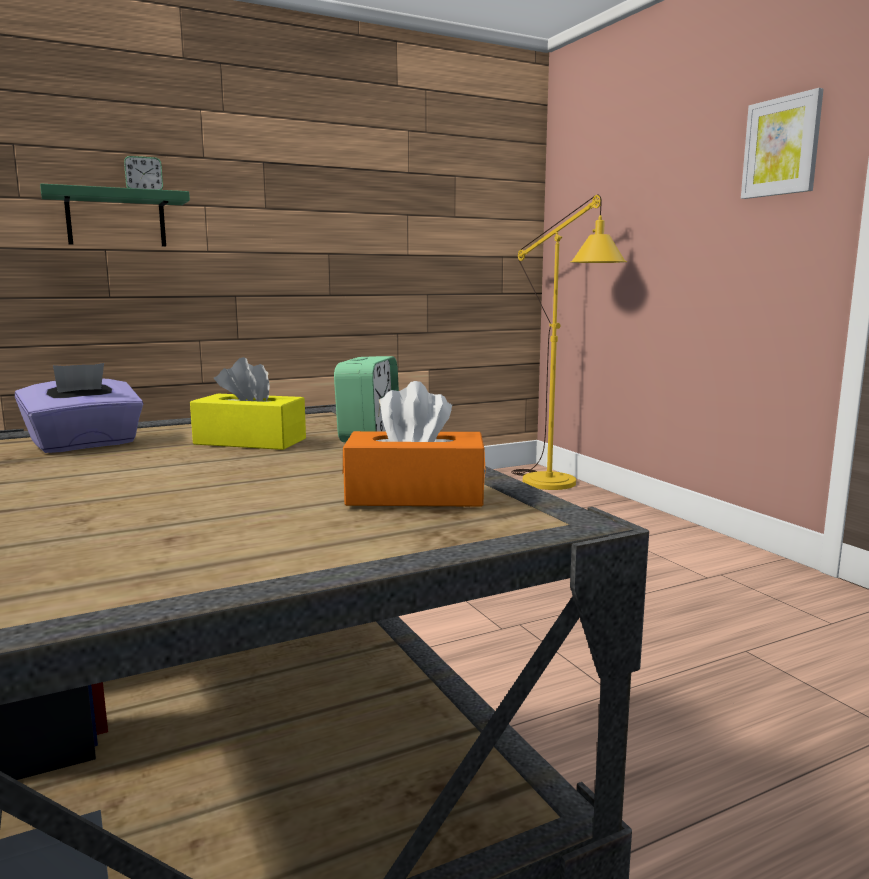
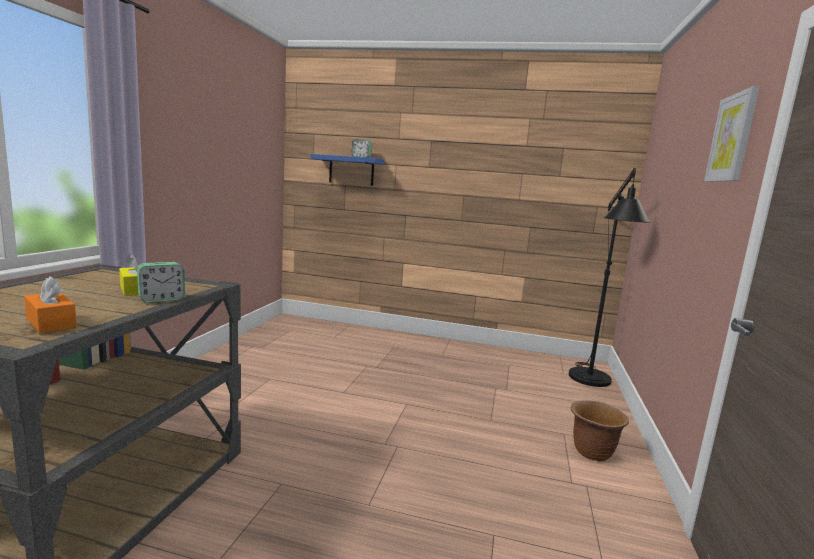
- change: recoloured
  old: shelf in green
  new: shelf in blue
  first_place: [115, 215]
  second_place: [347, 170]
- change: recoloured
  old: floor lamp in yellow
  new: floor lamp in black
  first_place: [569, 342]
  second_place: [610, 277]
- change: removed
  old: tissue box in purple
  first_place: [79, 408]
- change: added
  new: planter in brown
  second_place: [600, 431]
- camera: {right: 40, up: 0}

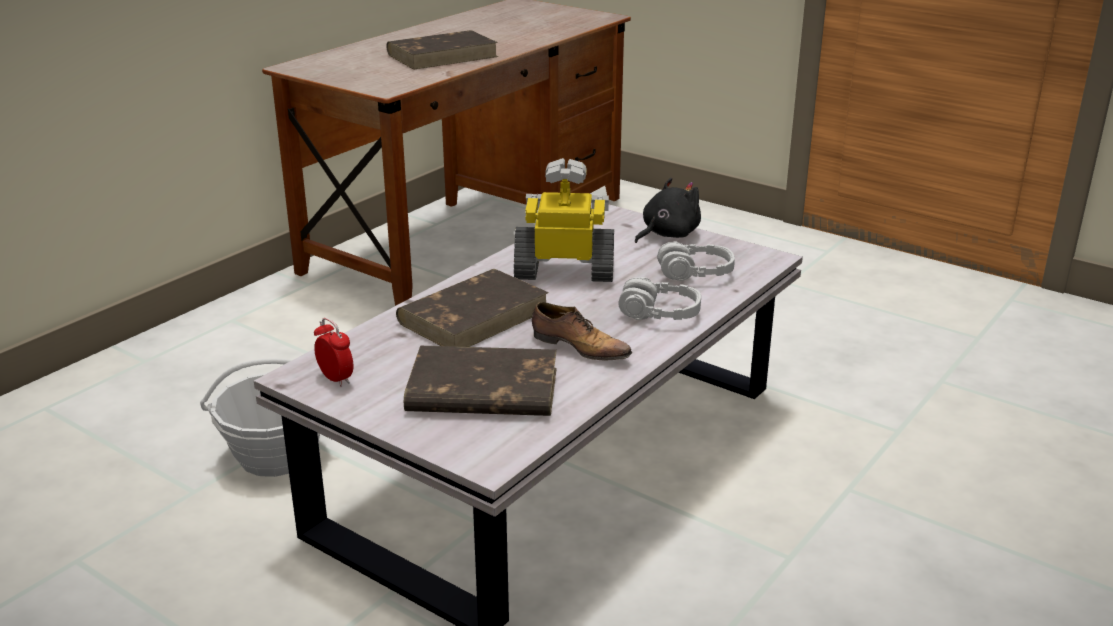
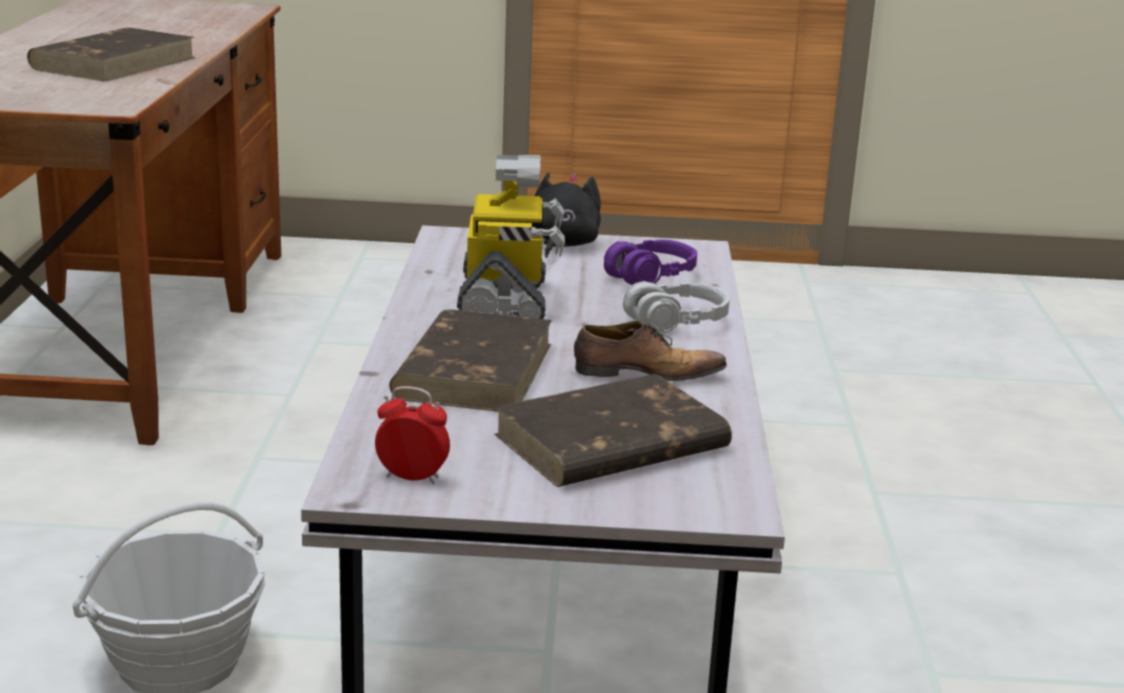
- change: turned
  old: toy robot
  first_place: [564, 220]
  second_place: [511, 237]
  degrees: 120
- change: recoloured
  old: headphones in grey
  new: headphones in purple
  first_place: [696, 261]
  second_place: [650, 262]
- camera: {right: -35, up: -5}

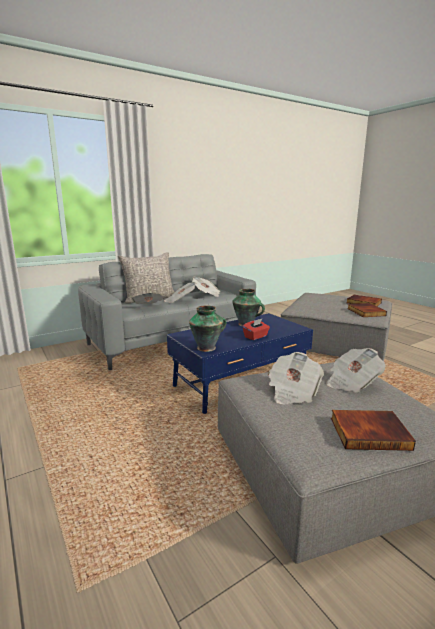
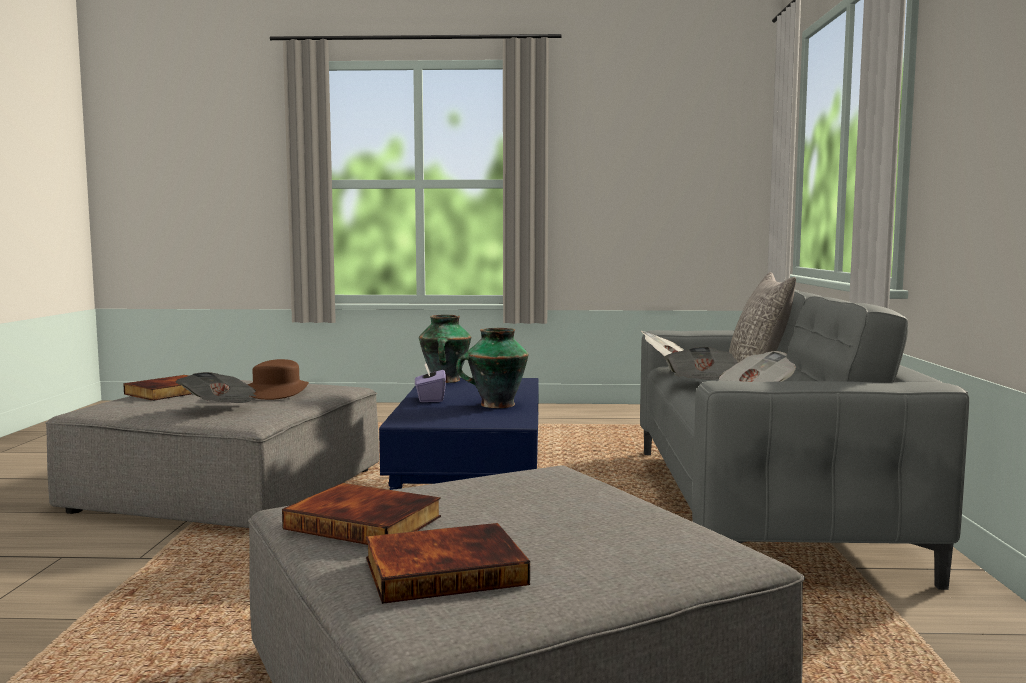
- change: recoloured
  old: tissue box in red
  new: tissue box in purple
  first_place: [256, 329]
  second_place: [430, 382]
- change: replaced
  old: newspaper
  new: hat in brown
  first_place: [296, 378]
  second_place: [278, 379]
- camera: {right: 125, up: -10}

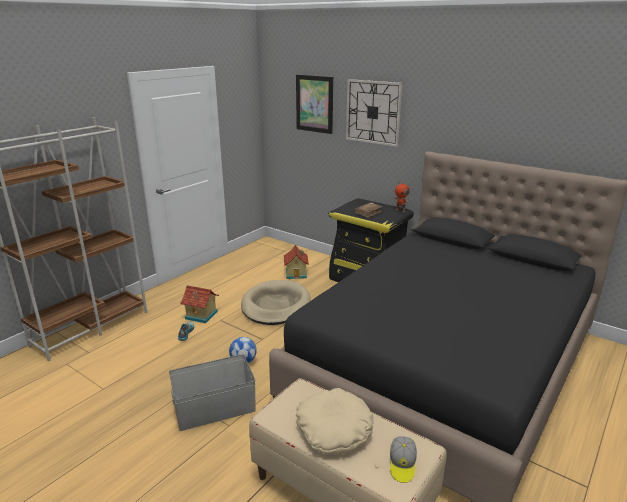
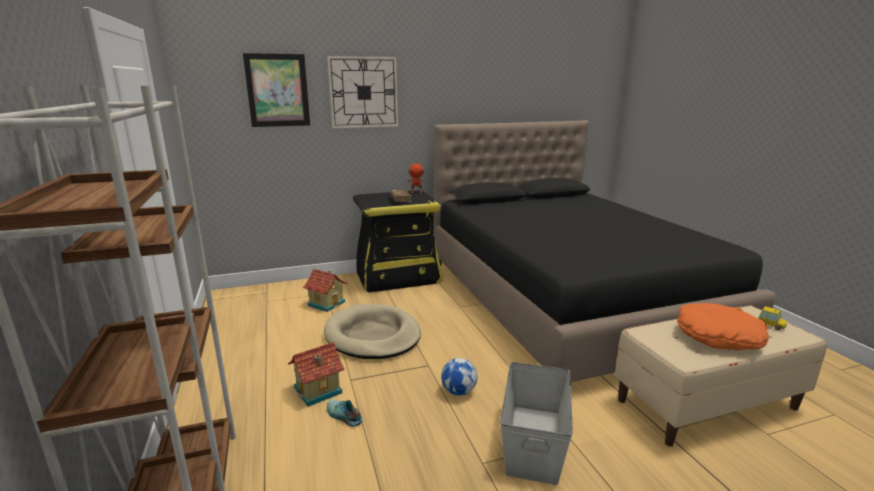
- change: recoloured
  old: pillow in beige
  new: pillow in orange
  first_place: [335, 421]
  second_place: [723, 326]
- change: replaced
  old: cap
  new: toy car
  first_place: [403, 459]
  second_place: [773, 318]
- camera: {right: -55, up: -5}

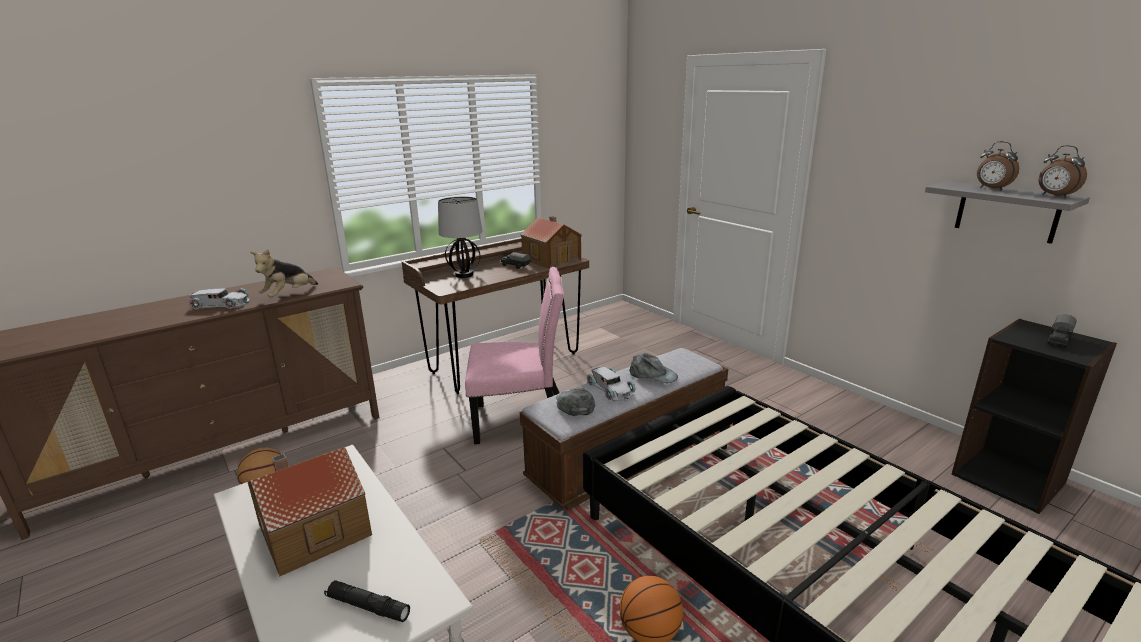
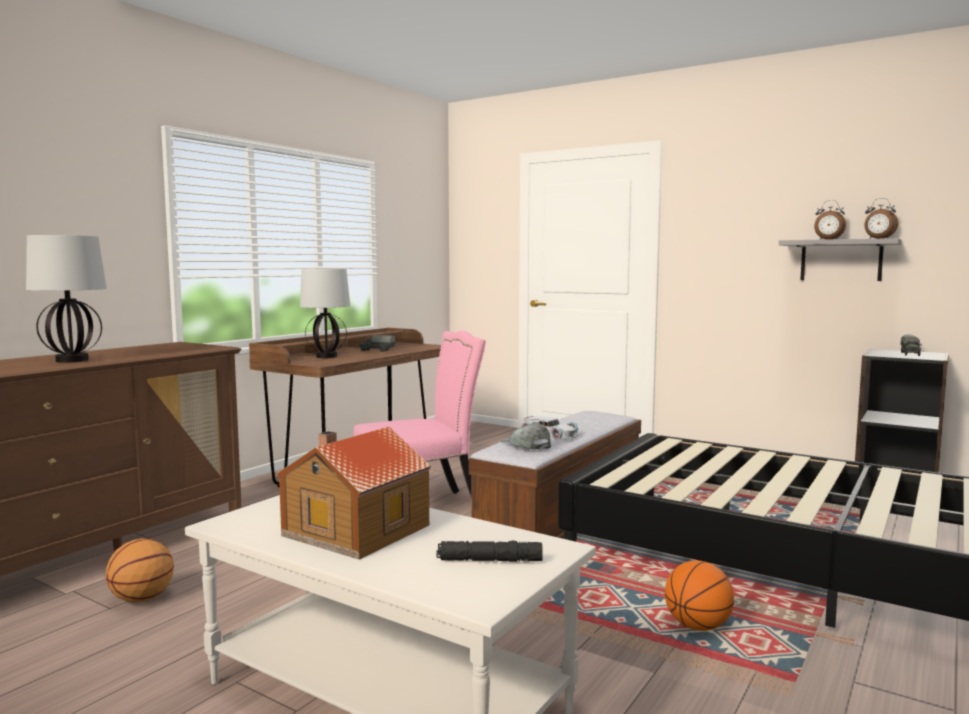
- change: removed
  old: toy house
  first_place: [551, 242]
- change: removed
  old: plush toy
  first_place: [284, 273]
- change: replaced
  old: toy car in white
  new: table lamp
  first_place: [219, 299]
  second_place: [66, 299]
- change: removed
  old: cap in grey
  first_place: [653, 368]
- camera: {right: -20, up: -15}

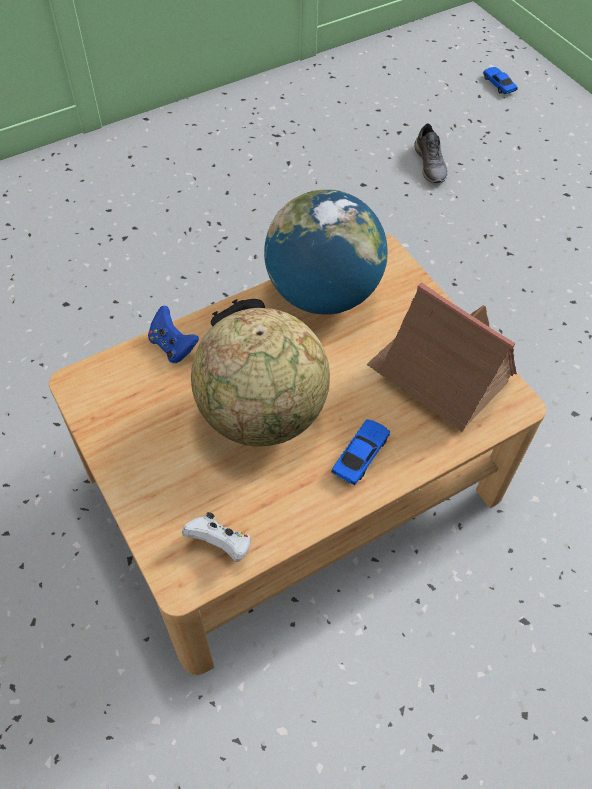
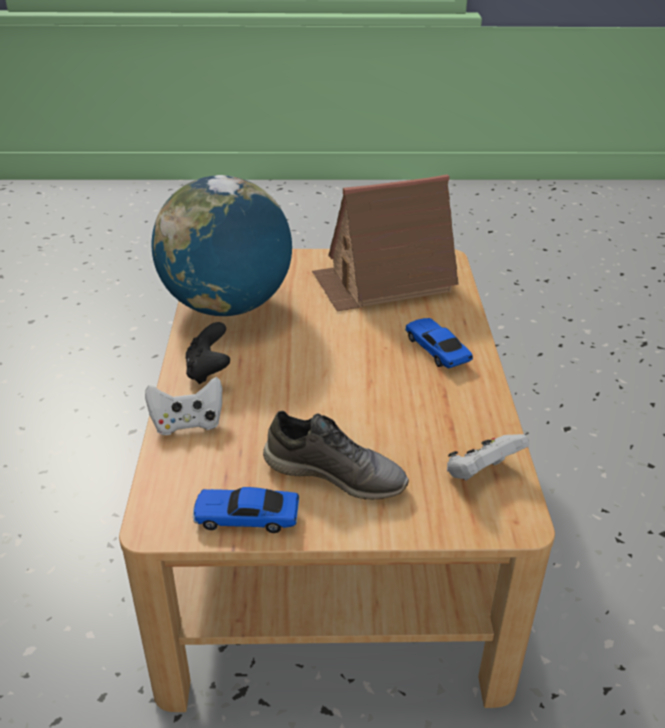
- change: moved
  old: toy car
  first_place: [500, 80]
  second_place: [246, 510]
- change: moved
  old: shoe in grey
  first_place: [430, 153]
  second_place: [336, 455]
- change: recoloured
  old: game controller in blue
  new: game controller in white
  first_place: [173, 334]
  second_place: [183, 406]
- change: removed
  old: globe
  first_place: [260, 377]
- camera: {right: -60, up: -20}

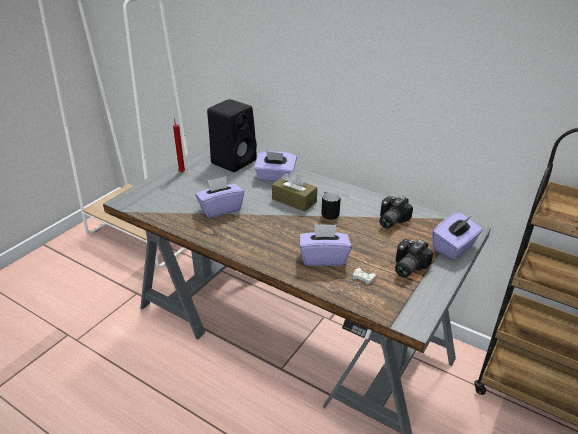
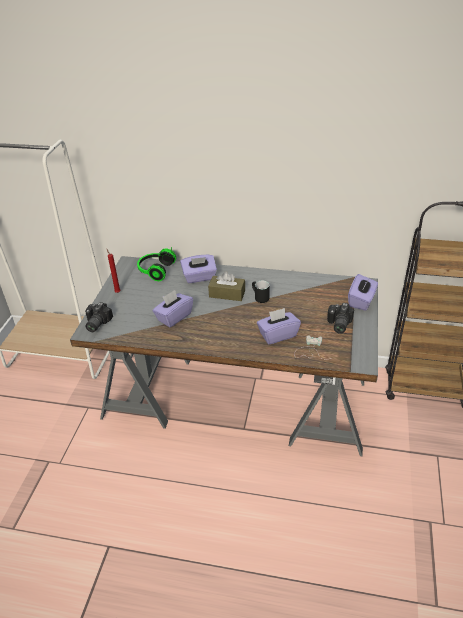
- change: replaced
  old: speaker in black
  new: headphones
  first_place: [232, 135]
  second_place: [156, 264]
- change: moved
  old: photo camera
  first_place: [396, 212]
  second_place: [99, 317]
- camera: {right: -20, up: 5}

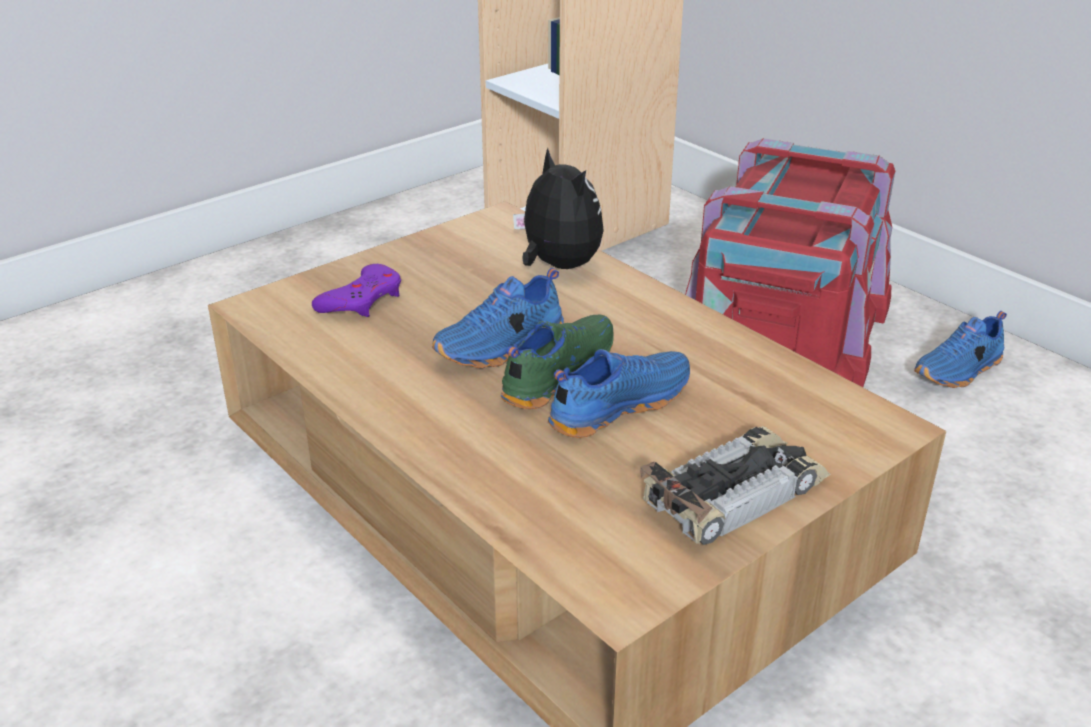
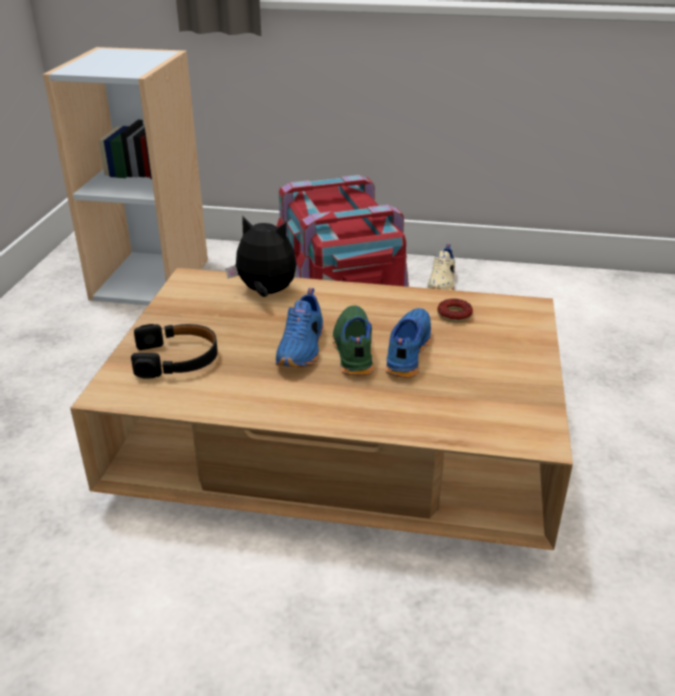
- change: replaced
  old: game controller in purple
  new: headphones in black
  first_place: [356, 290]
  second_place: [174, 351]
- change: recoloured
  old: shoe in blue
  new: shoe in beige
  first_place: [960, 349]
  second_place: [441, 267]
- change: removed
  old: toy car
  first_place: [735, 485]
- change: added
  new: donut
  second_place: [455, 311]
- camera: {right: -40, up: 0}

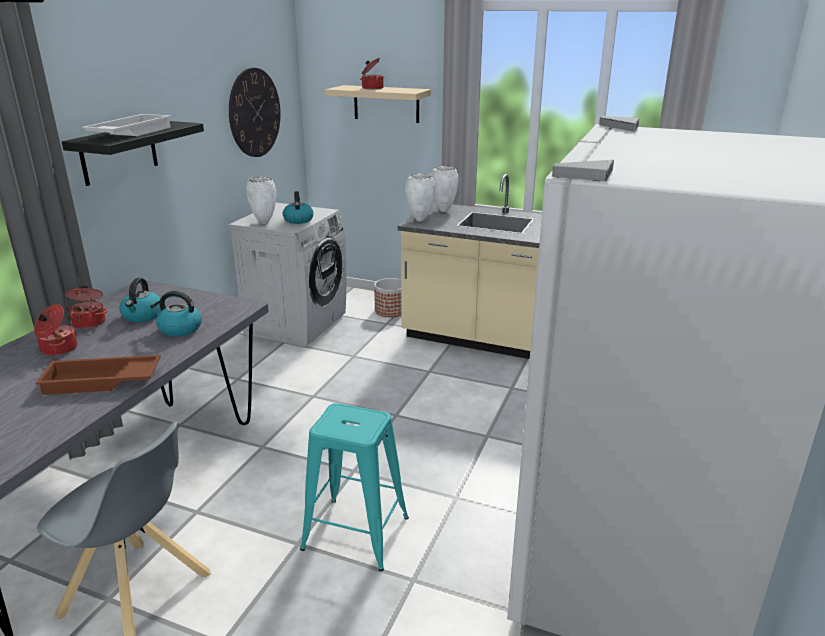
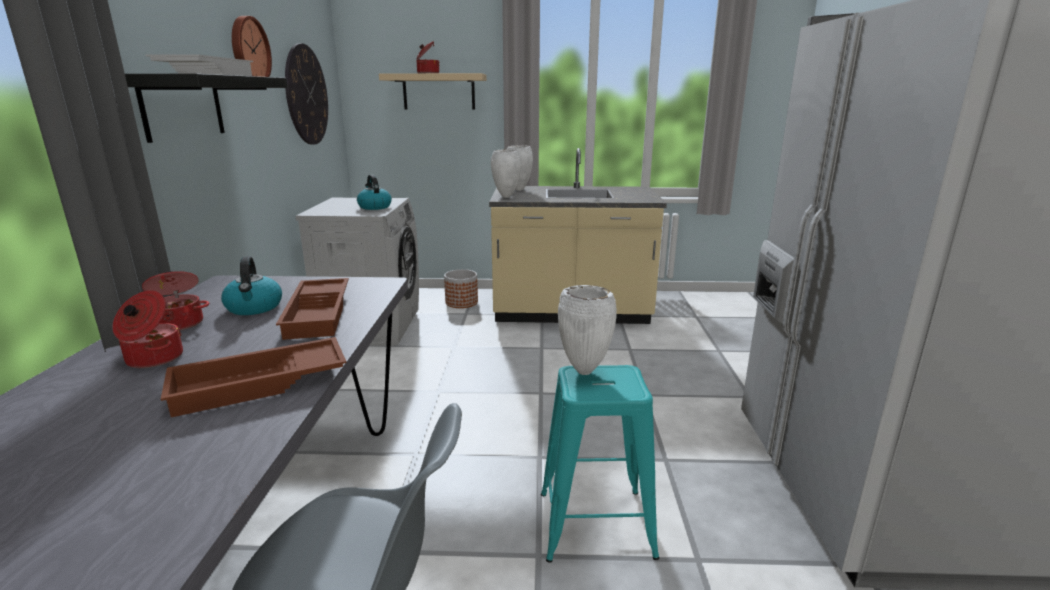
- change: moved
  old: vase in white
  first_place: [261, 200]
  second_place: [587, 330]
- change: replaced
  old: kettle
  new: tray in brown
  first_place: [176, 314]
  second_place: [312, 309]
- change: added
  new: wall clock
  second_place: [252, 46]
- camera: {right: -20, up: -5}

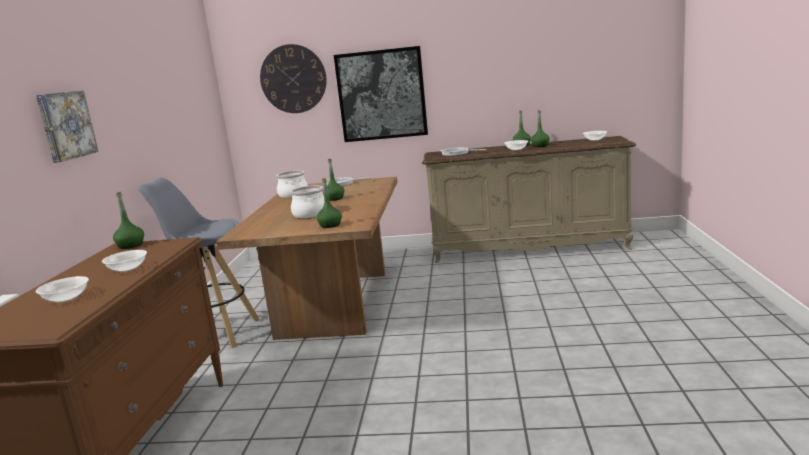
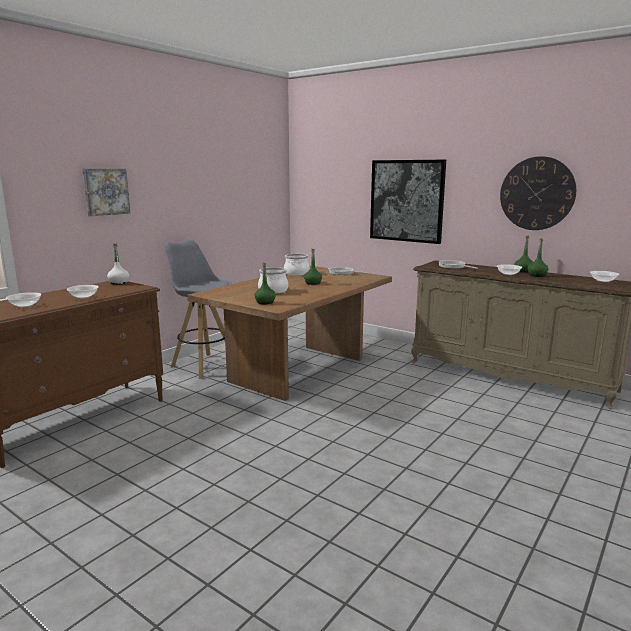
- change: moved
  old: wall clock
  first_place: [293, 78]
  second_place: [538, 193]
- change: recoloured
  old: bottle in green
  new: bottle in white
  first_place: [128, 220]
  second_place: [118, 264]
- camera: {right: 30, up: 0}

